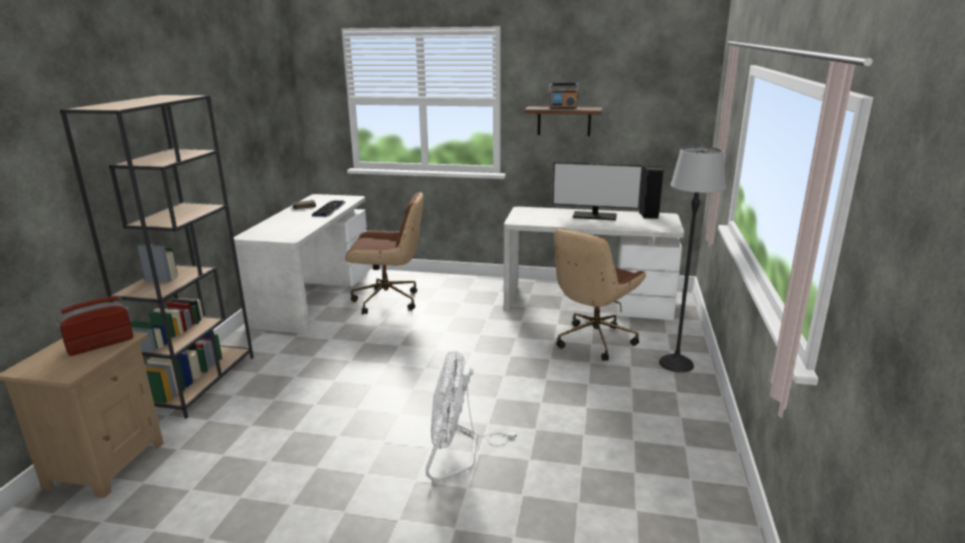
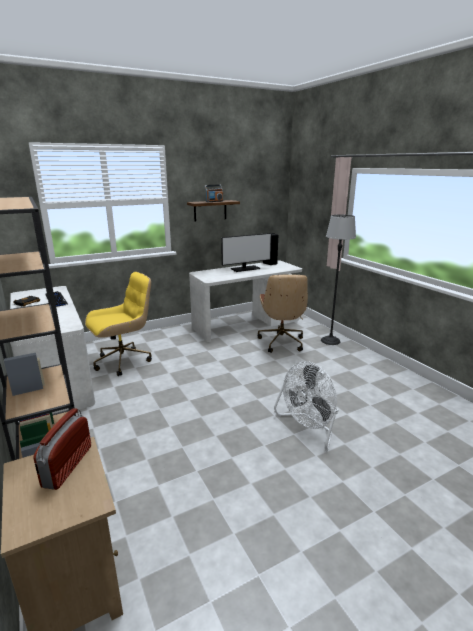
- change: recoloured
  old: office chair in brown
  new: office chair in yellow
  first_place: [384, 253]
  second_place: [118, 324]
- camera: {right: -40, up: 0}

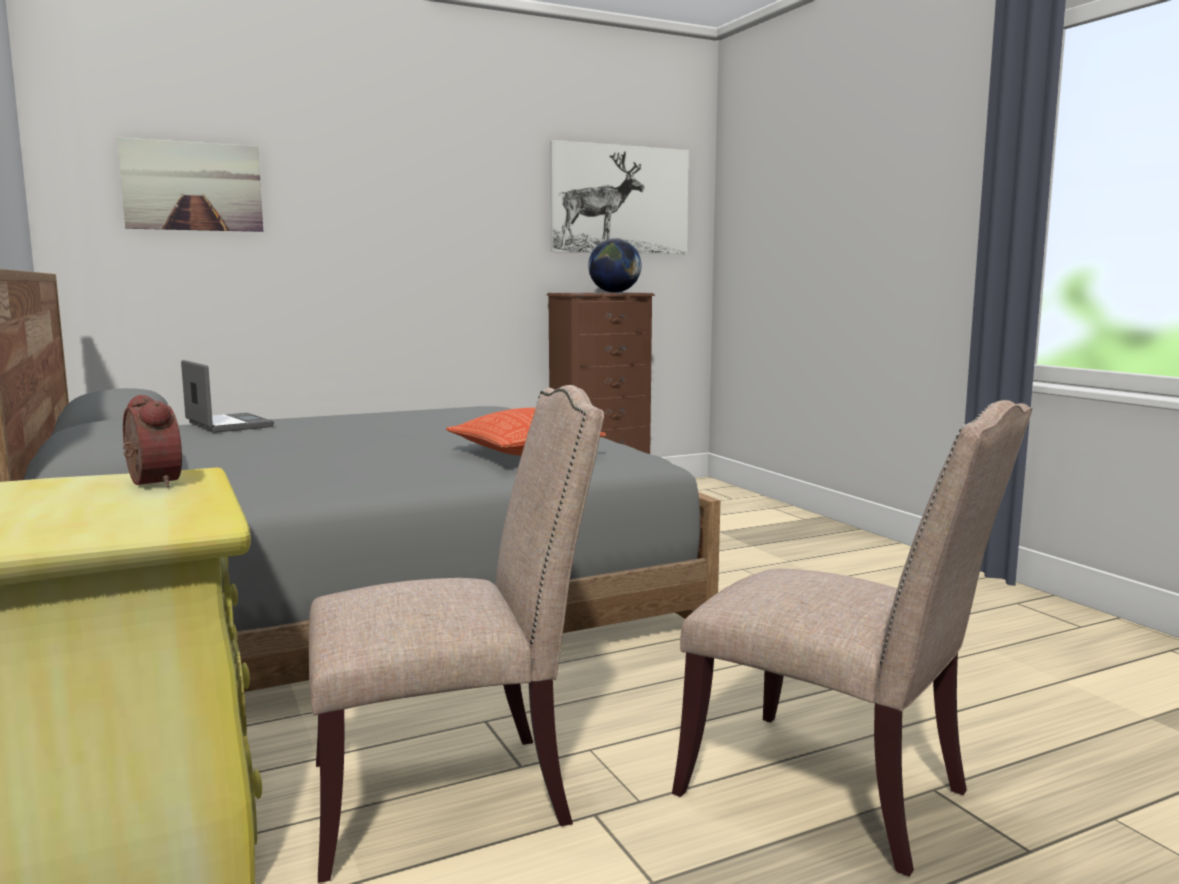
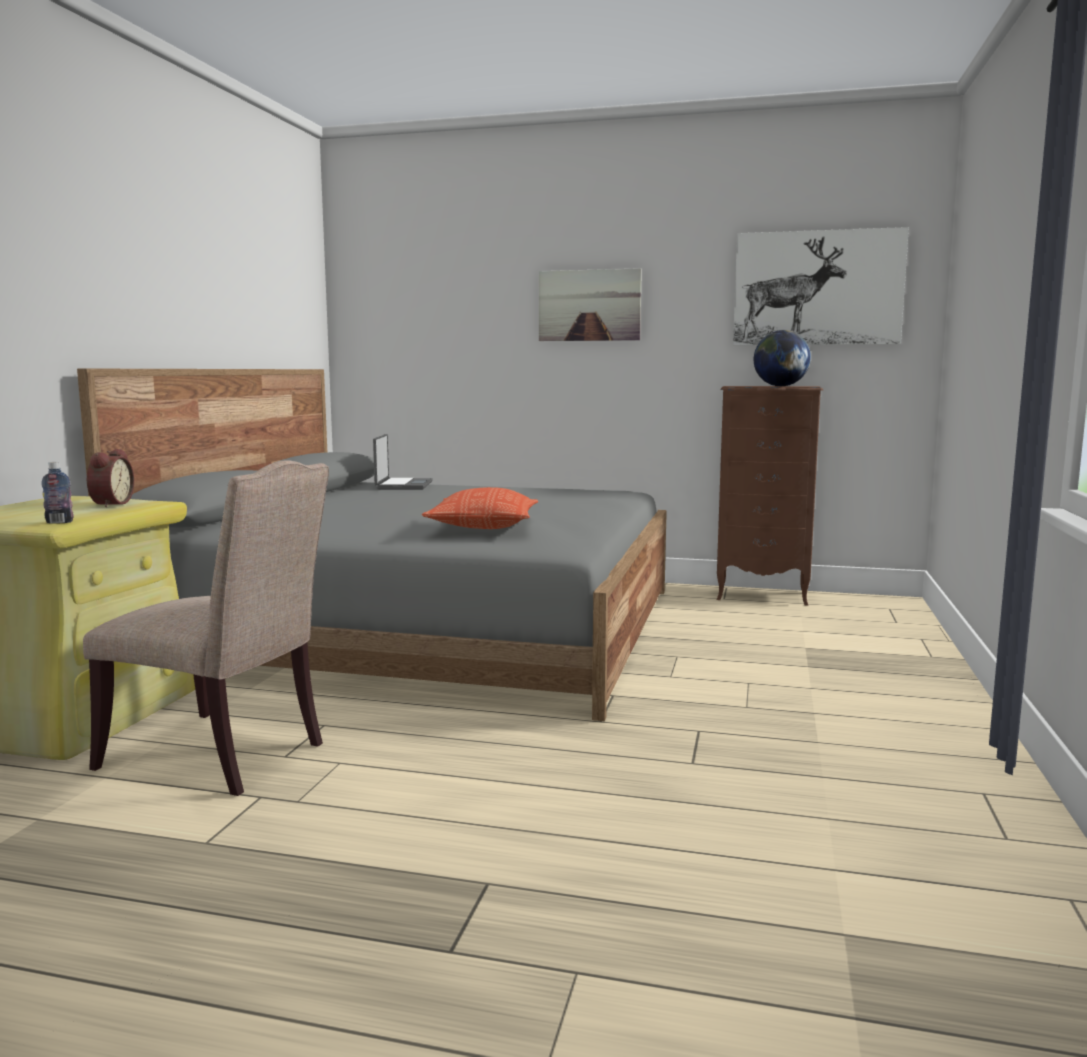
- change: moved
  old: picture
  first_place: [190, 184]
  second_place: [590, 304]
- change: removed
  old: chair in beige
  first_place: [852, 638]
- change: added
  new: bottle
  second_place: [57, 493]
- camera: {right: 40, up: 0}

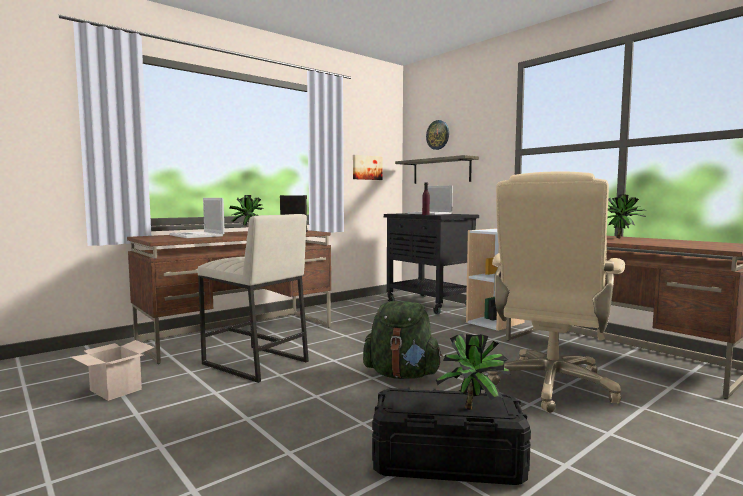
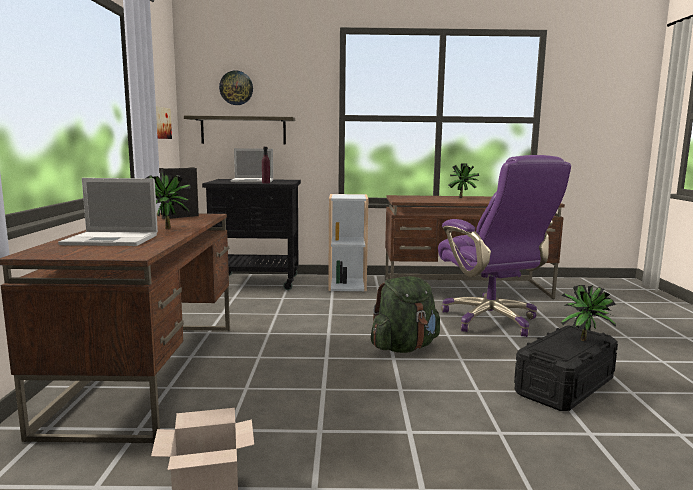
- change: recoloured
  old: office chair in beige
  new: office chair in purple
  first_place: [556, 292]
  second_place: [504, 246]
- change: removed
  old: stool in beige
  first_place: [253, 298]
- camera: {right: -50, up: 5}

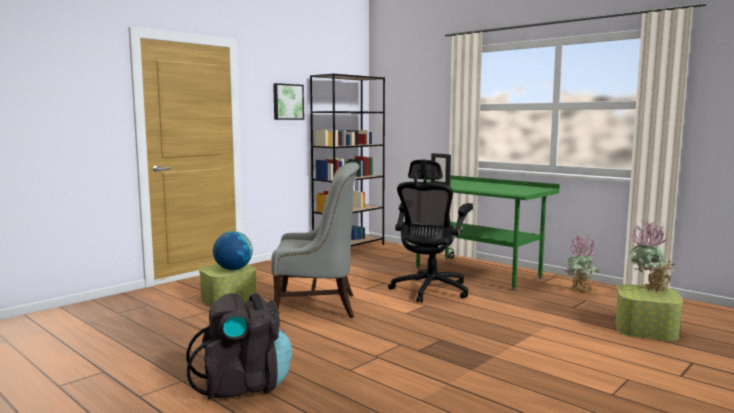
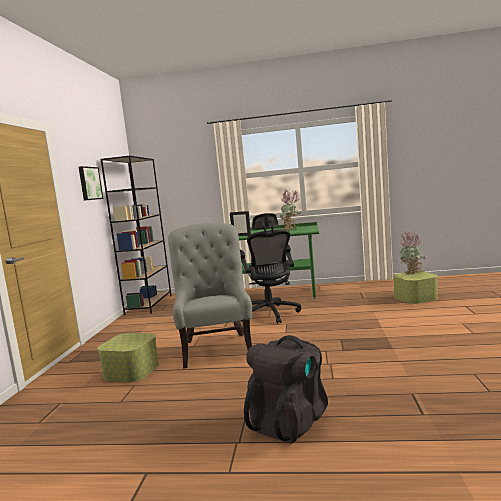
- change: turned
  old: chair in grey
  first_place: [315, 240]
  second_place: [210, 296]
  degrees: -60
- change: removed
  old: globe
  first_place: [233, 250]
- change: moved
  old: potted plant
  first_place: [582, 263]
  second_place: [290, 210]
- camera: {right: -35, up: 0}

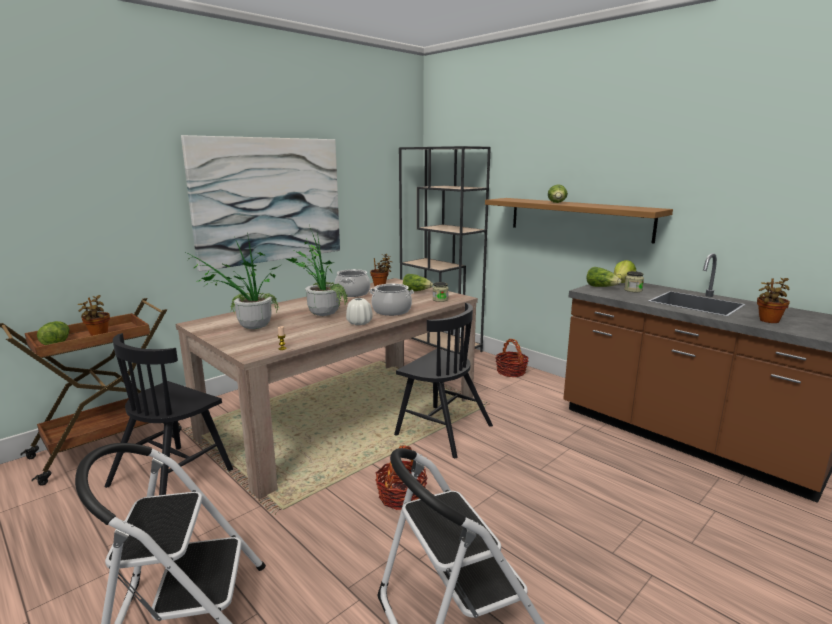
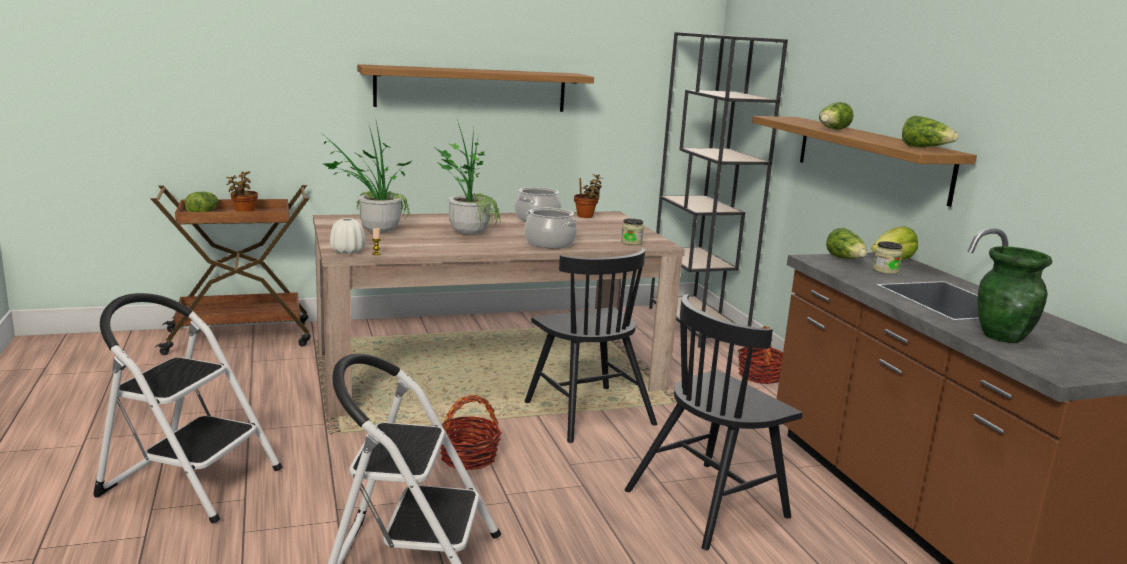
- change: replaced
  old: picture
  new: shelf
  first_place: [260, 203]
  second_place: [475, 88]
- change: moved
  old: lettuce
  first_place: [418, 282]
  second_place: [930, 131]
- change: replaced
  old: potted plant
  new: vase in green
  first_place: [773, 300]
  second_place: [1014, 294]
- change: moved
  old: vase in white
  first_place: [359, 311]
  second_place: [347, 236]
- change: moved
  old: chair in black
  first_place: [168, 414]
  second_place: [713, 422]
- camera: {right: 25, up: 0}

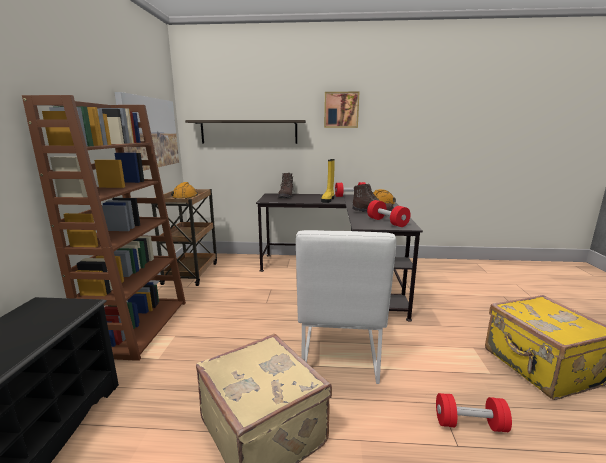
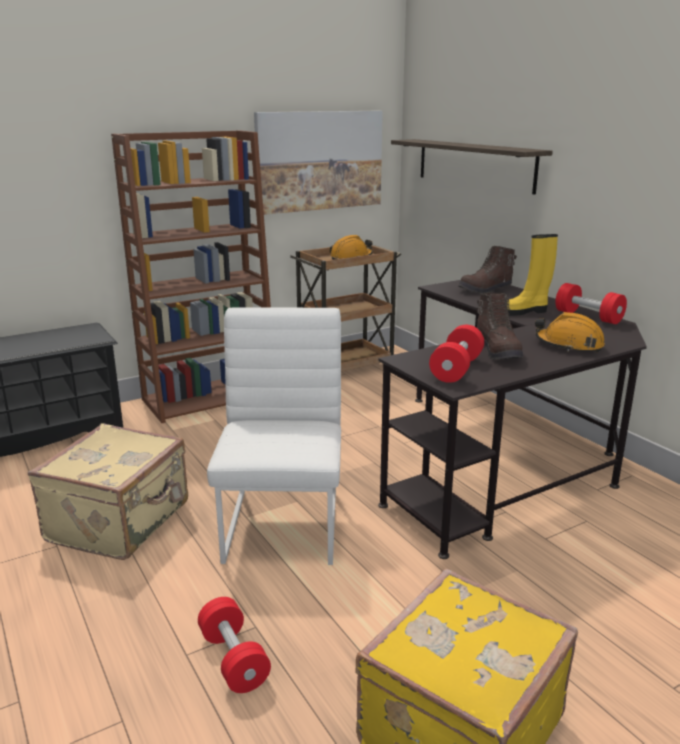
- change: removed
  old: picture
  first_place: [341, 110]
- change: turned
  old: chair in white
  first_place: [346, 307]
  second_place: [274, 436]
  degrees: 120
- camera: {right: 55, up: 5}

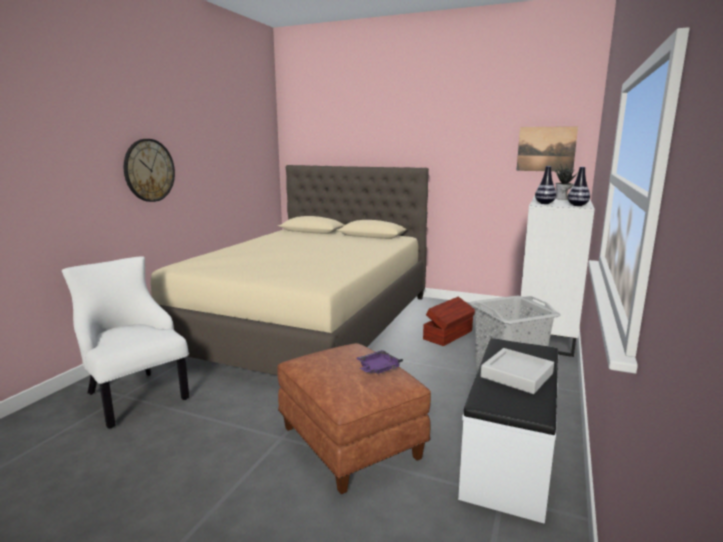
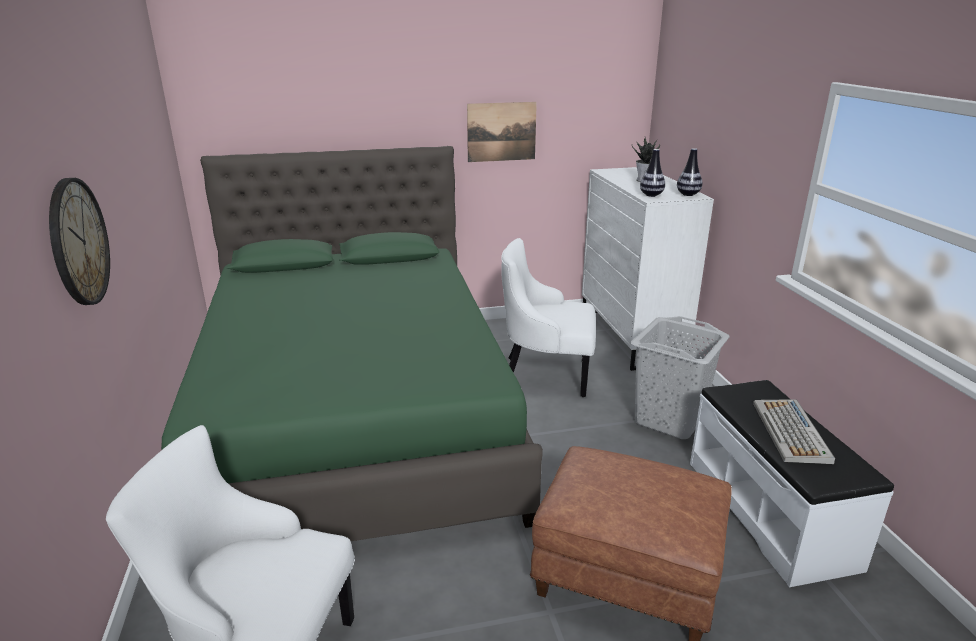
- change: moved
  old: picture
  first_place: [547, 149]
  second_place: [502, 132]
- change: recoloured
  old: bed in beige
  new: bed in green
  first_place: [290, 270]
  second_place: [352, 343]
- change: replaced
  old: storage box in brown
  new: chair in white
  first_place: [449, 321]
  second_place: [548, 317]
- change: replaced
  old: tray in grey
  new: keyboard
  first_place: [517, 371]
  second_place: [794, 431]
- change: removed
  old: tray in purple
  first_place: [379, 362]
- camera: {right: -35, up: 10}

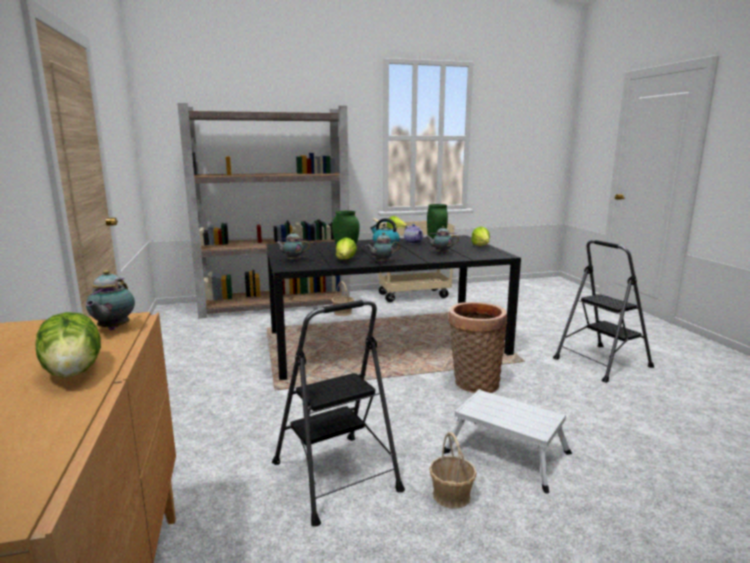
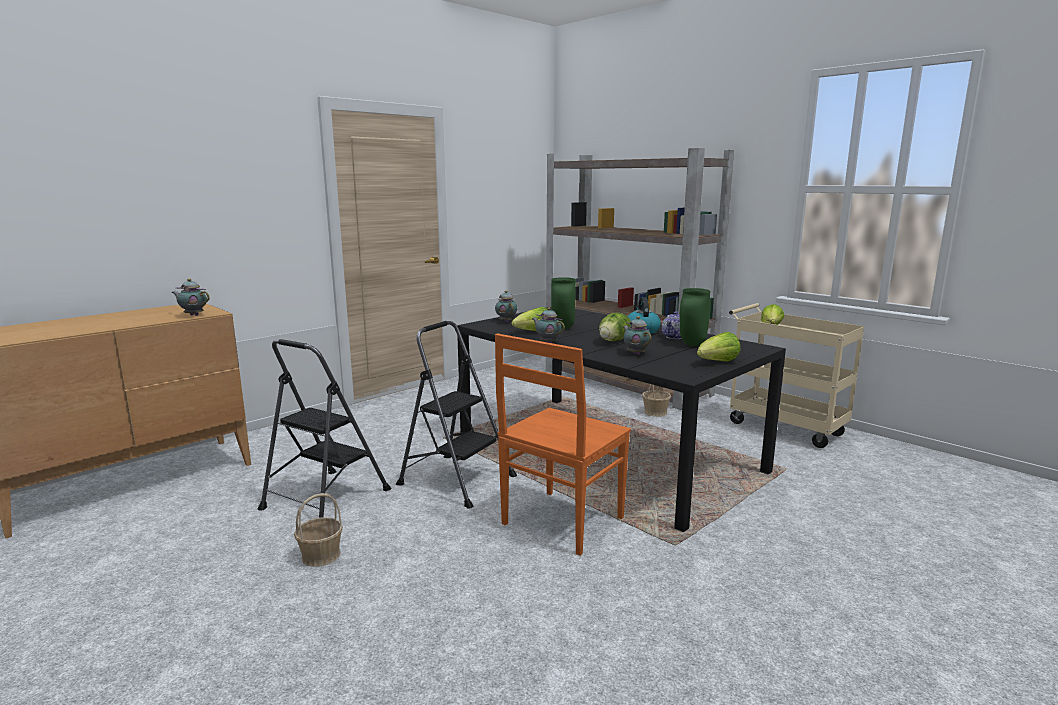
- change: moved
  old: step ladder in black
  first_place: [603, 311]
  second_place: [456, 415]
- change: turned
  old: teapot
  first_place: [110, 300]
  second_place: [191, 297]
  degrees: 45
- change: replaced
  old: basket
  new: chair in orange
  first_place: [477, 347]
  second_place: [563, 444]
- change: moved
  old: lettuce
  first_place: [68, 344]
  second_place: [615, 327]
- change: removed
  old: step ladder in white
  first_place: [508, 441]
- camera: {right: 60, up: 0}

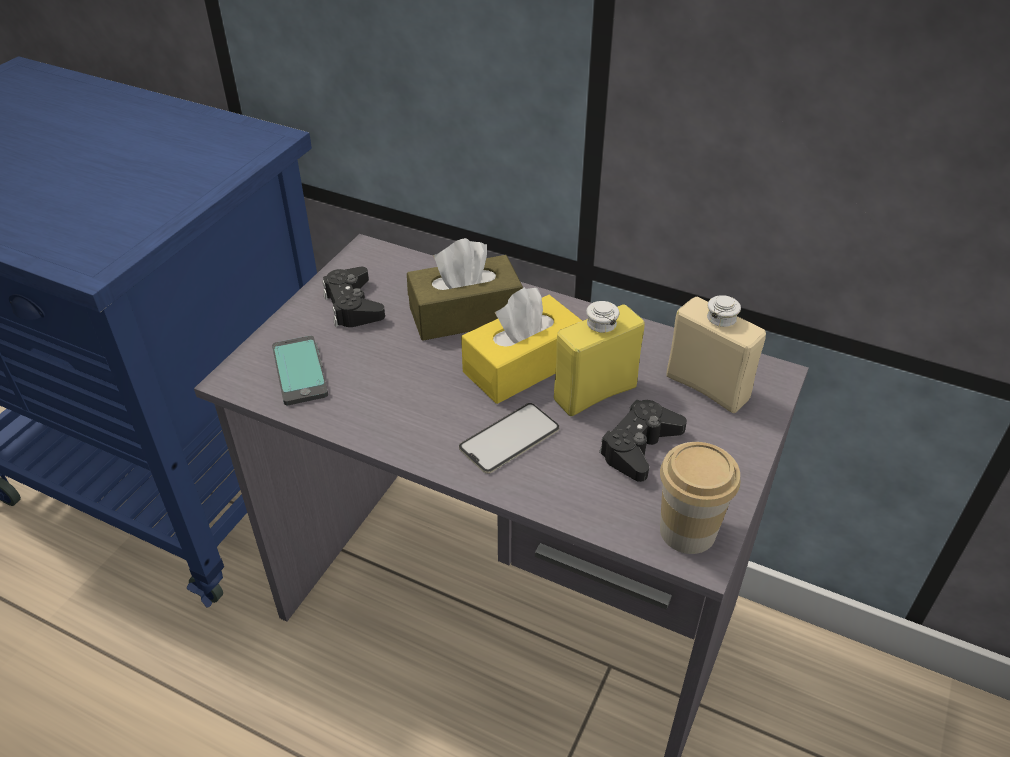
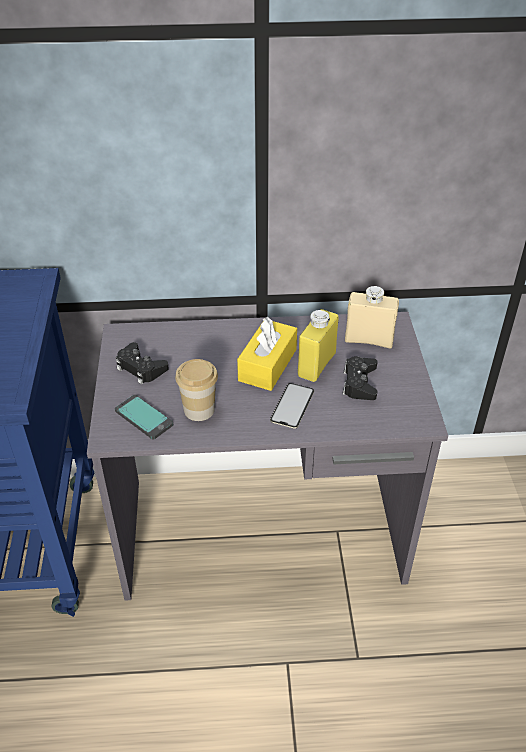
- change: removed
  old: tissue box in brown
  first_place: [465, 289]
- change: moved
  old: cup
  first_place: [700, 498]
  second_place: [196, 390]
- camera: {right: -30, up: 0}

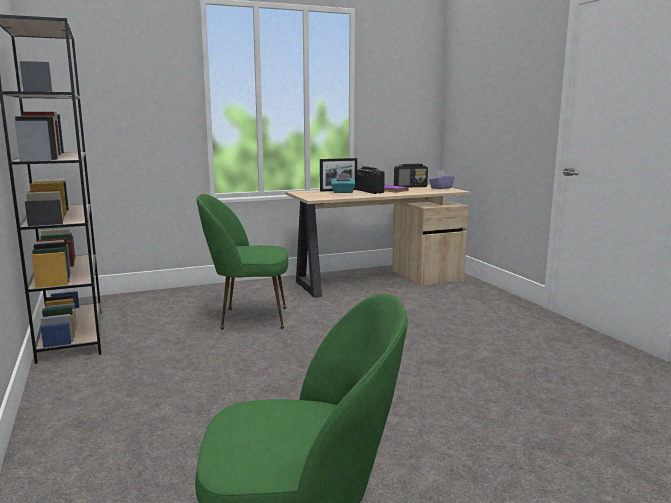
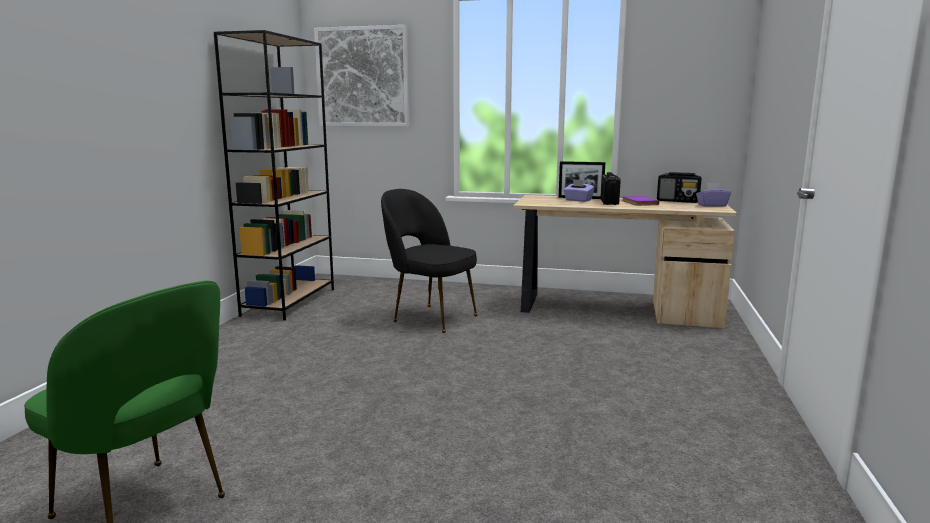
- change: recoloured
  old: tissue box in turquoise
  new: tissue box in purple
  first_place: [343, 183]
  second_place: [579, 190]
- change: recoloured
  old: chair in green
  new: chair in black
  first_place: [242, 262]
  second_place: [429, 261]
- change: added
  new: picture
  second_place: [361, 76]
- camera: {right: 35, up: 0}

